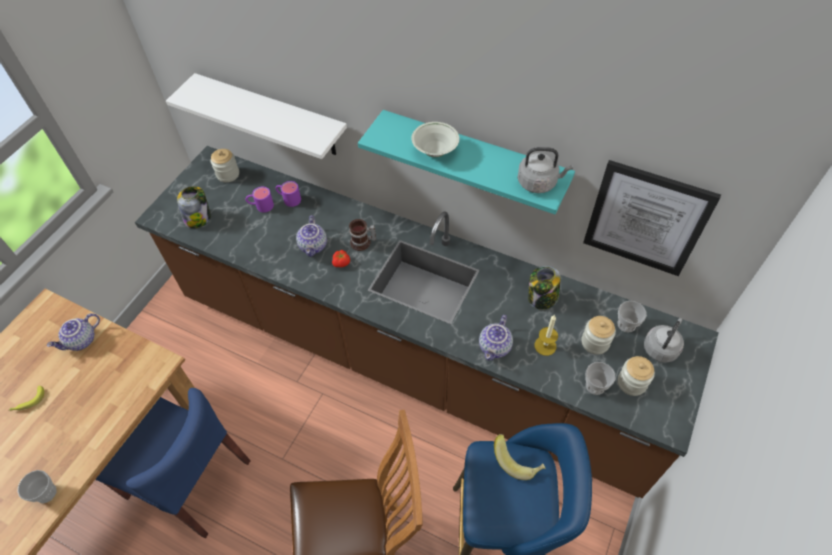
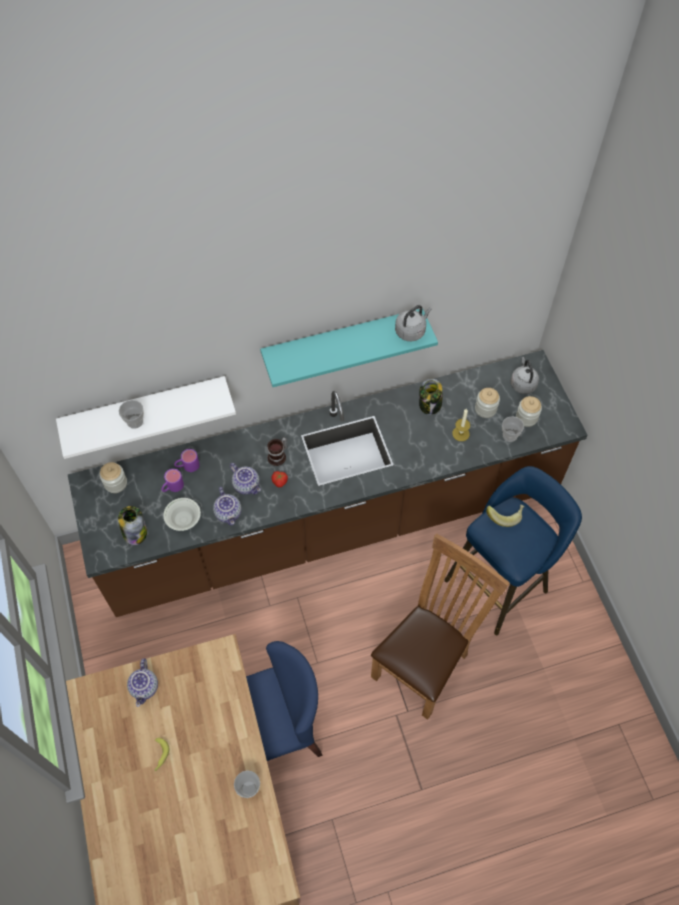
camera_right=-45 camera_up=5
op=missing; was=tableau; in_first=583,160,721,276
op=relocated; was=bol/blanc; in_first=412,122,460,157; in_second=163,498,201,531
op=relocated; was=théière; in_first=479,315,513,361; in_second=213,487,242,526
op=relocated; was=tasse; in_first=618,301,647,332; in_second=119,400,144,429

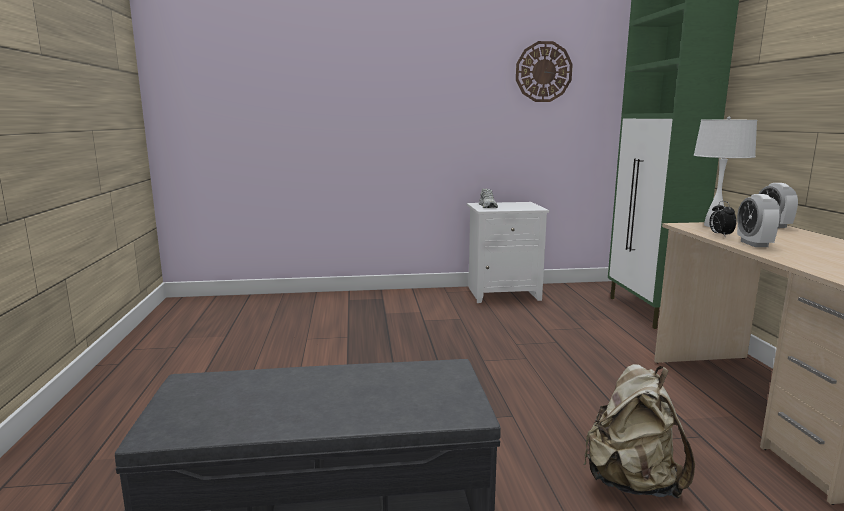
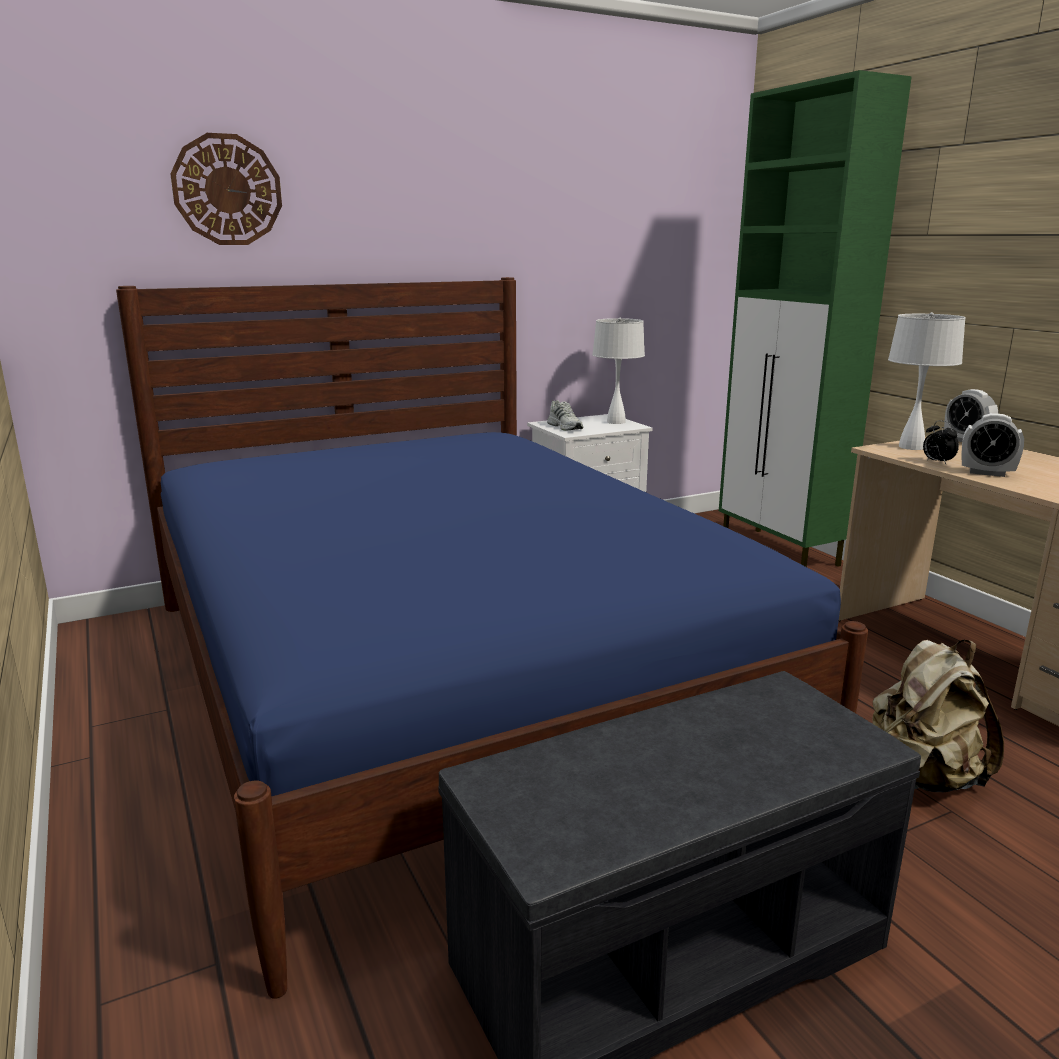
camera_right=-20 camera_up=5
op=appeared; now=lit/bleu; in_second=116,277,868,999
op=appeared; now=lampe de table/blanc; in_second=592,318,645,424
op=relocated; was=horloge murale; in_first=516,41,573,102; in_second=170,133,282,245
op=spun; was=réveil; in_first=737,194,781,247; in_second=961,413,1024,477; clockwise=-45

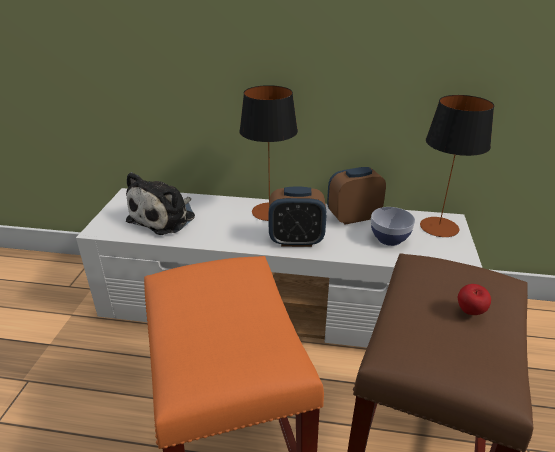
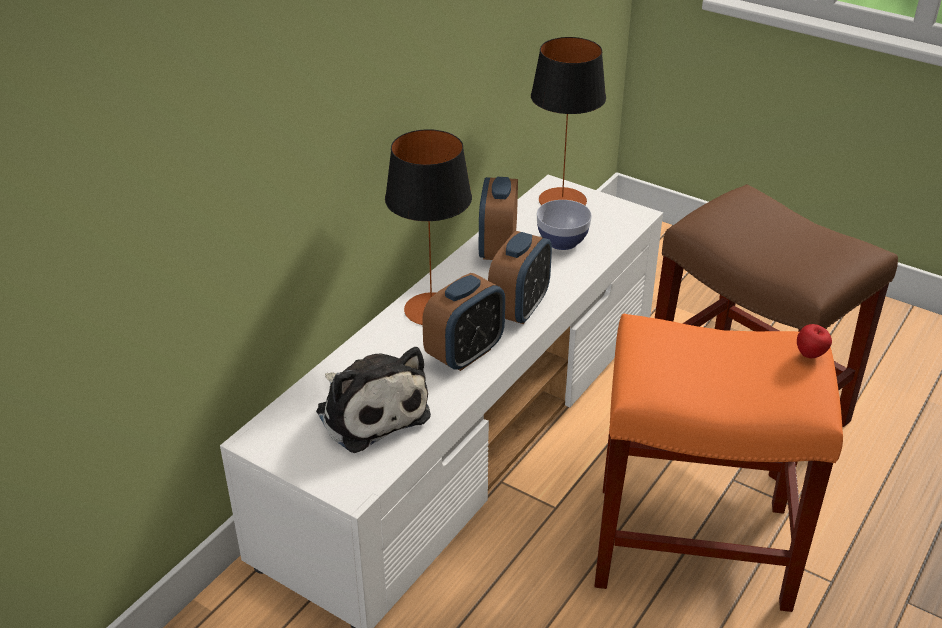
camera_right=-65 camera_up=5
op=appeared; now=réveil; in_second=422,273,505,371
op=relocated; was=pomme; in_first=458,284,491,315; in_second=797,324,832,358

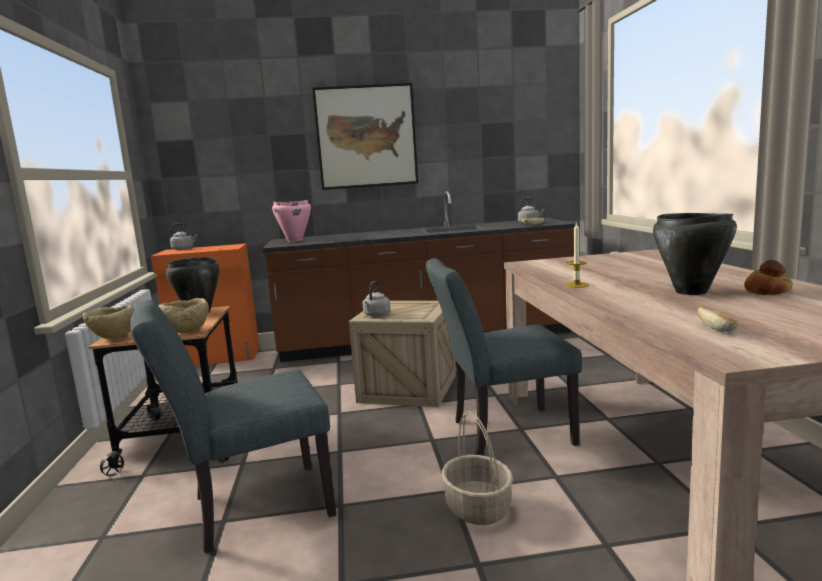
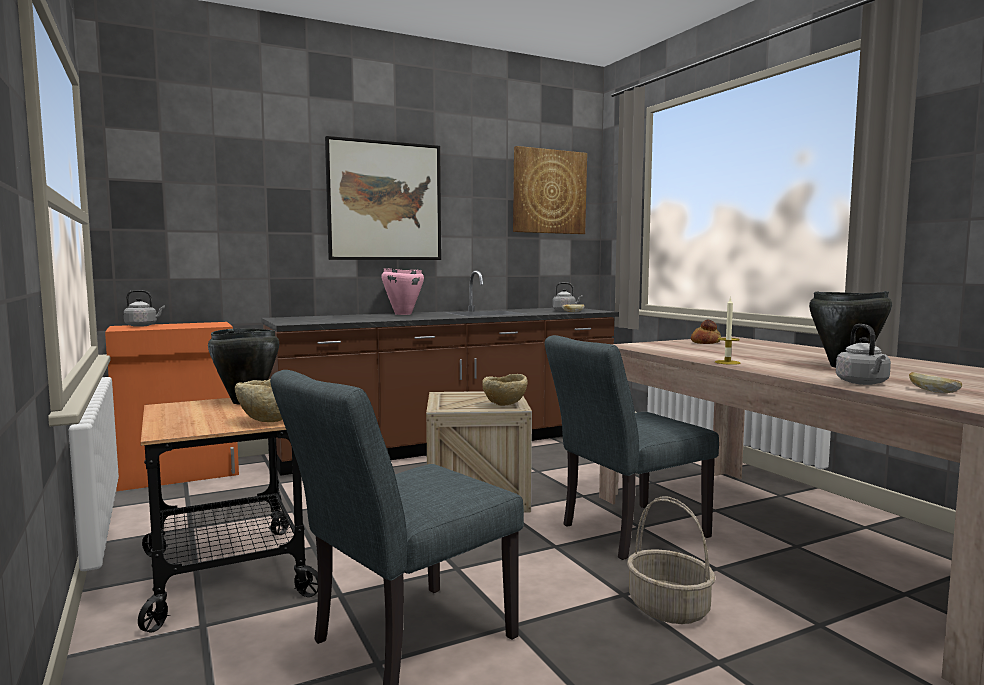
camera_right=-20 camera_up=-5
op=appeared; now=tableau; in_second=513,146,587,234
op=relocated; was=bol/beige; in_first=83,305,135,339; in_second=482,374,528,406
op=relocated; was=marmite/rose; in_first=272,200,311,242; in_second=382,268,424,315
op=relocated; was=bouilloire/gris; in_first=363,281,390,317; in_second=836,324,891,385
op=relocated; was=pain; in_first=744,260,793,295; in_second=691,319,721,344

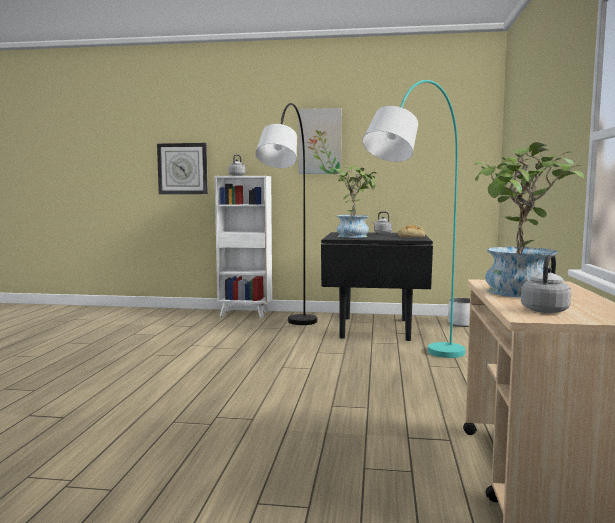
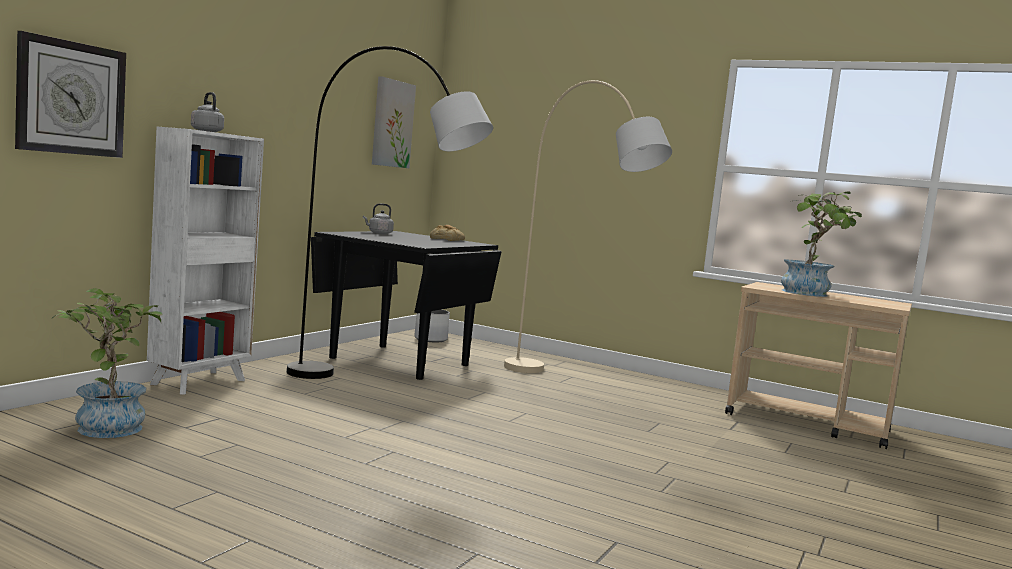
camera_right=-70 camera_up=0
op=missing; was=bouilloire/gris; in_first=521,254,571,313
op=relocated; was=tableau; in_first=298,108,342,174; in_second=372,76,416,168
op=relocated; was=plante en pot; in_first=333,166,377,238; in_second=51,288,162,438
op=colour; was=lampadaire/turquoise; now=lampadaire/beige; in_first=362,80,465,358; in_second=504,80,672,373

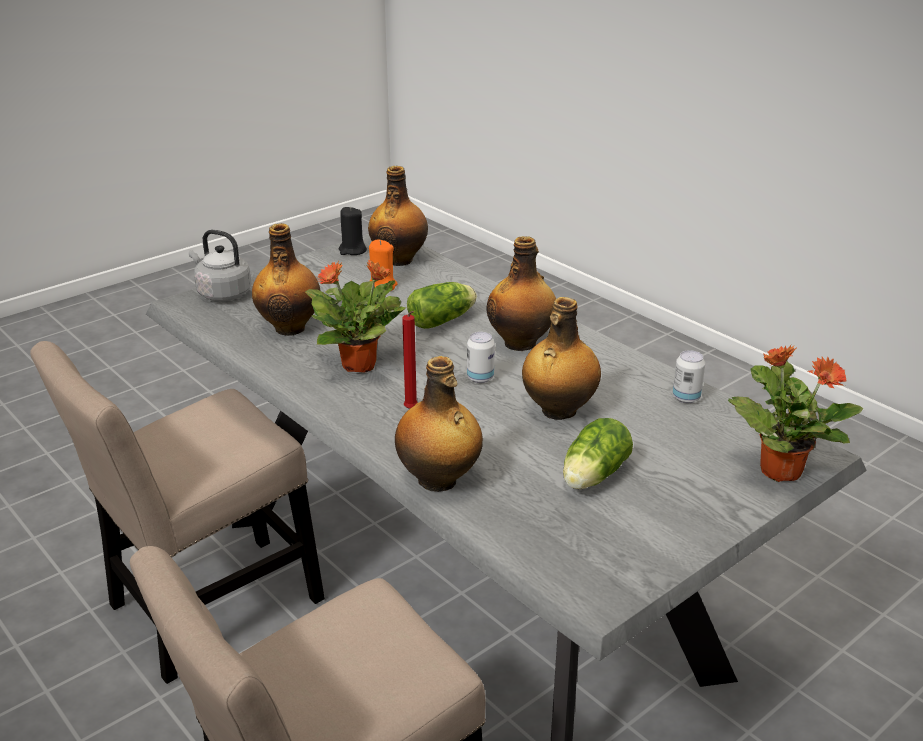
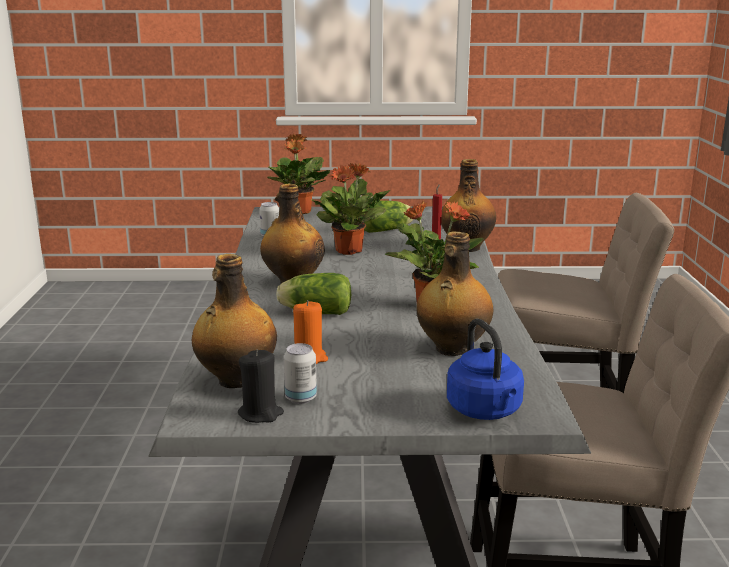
camera_right=-140 camera_up=-10
op=relocated; was=boîte métallique; in_first=467,332,495,383; in_second=284,343,317,404
op=exchanged; was=bouteille; now=plante en pot; in_first=522,297,601,420; in_second=311,163,390,255
op=colour; was=bouilloire/gris; now=bouilloire/bleu; in_first=189,229,252,301; in_second=447,319,524,420

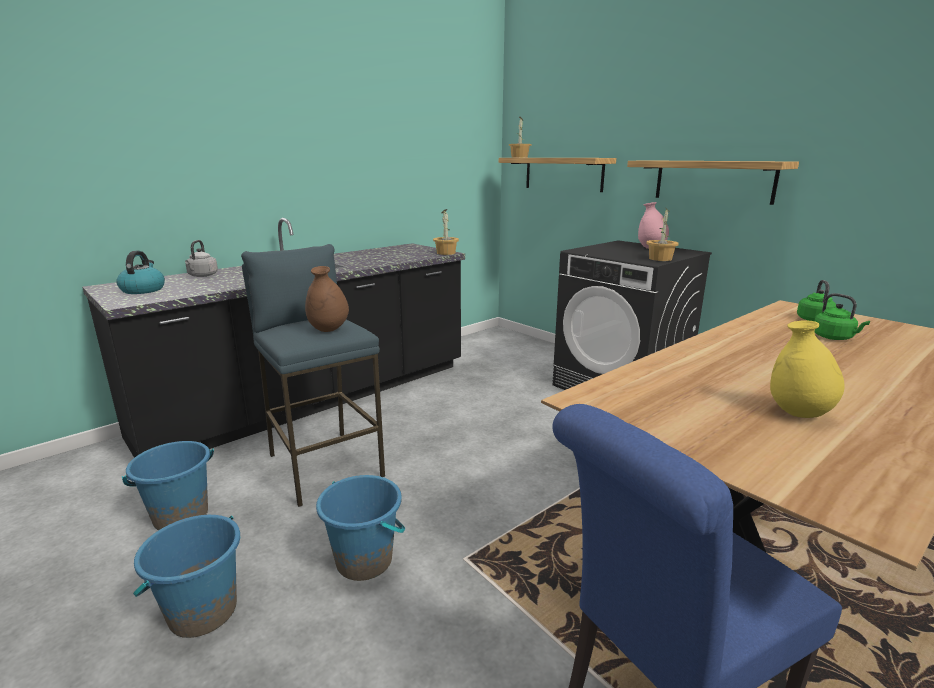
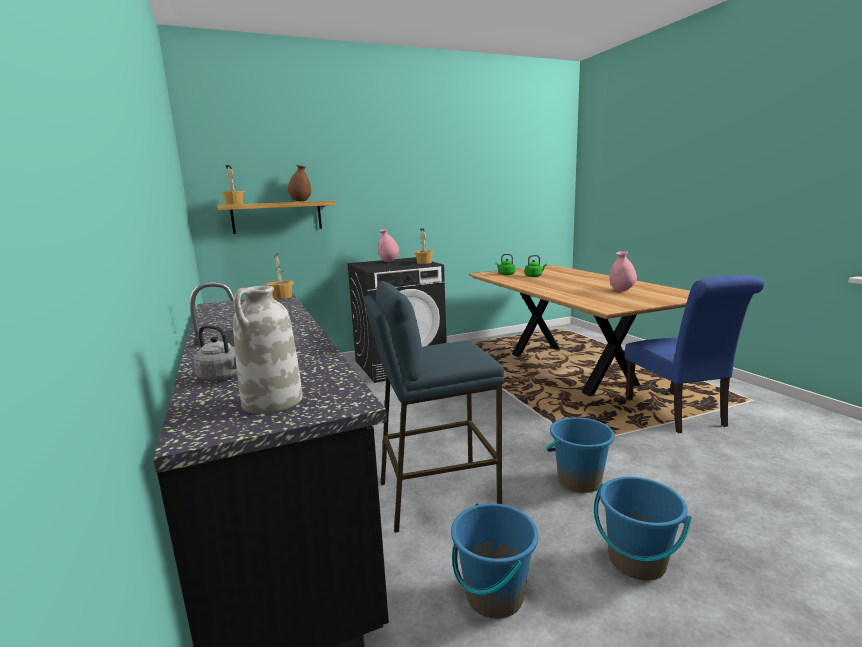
camera_right=-70 camera_up=-5
op=missing; was=étagère; in_first=627,160,799,205
op=relocated; was=vase/marron; in_first=305,266,349,332; in_second=288,165,311,202
op=exchanged; was=bouilloire; now=vase/blanc; in_first=116,251,165,294; in_second=233,286,303,414
op=colour; was=vase/jaune; now=vase/rose; in_first=770,320,844,418; in_second=609,251,637,291

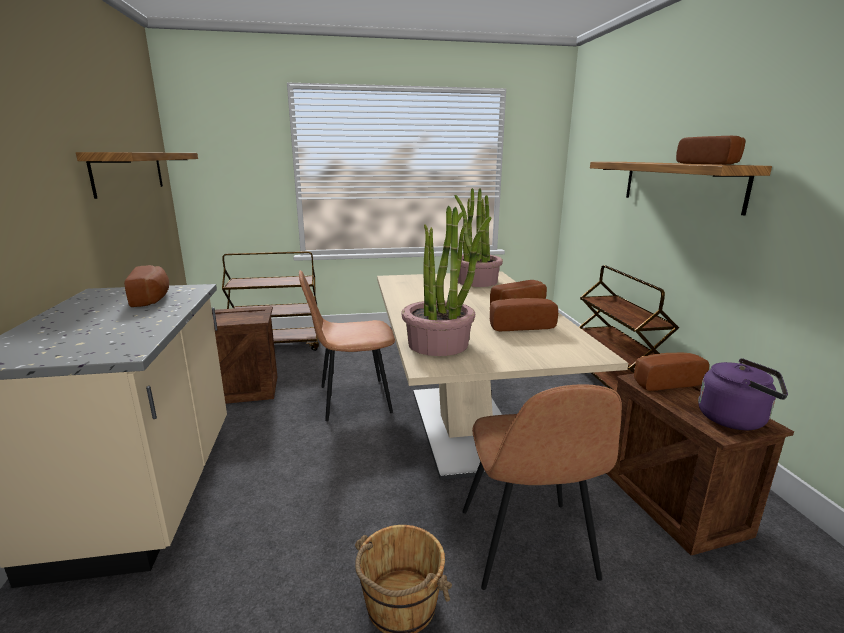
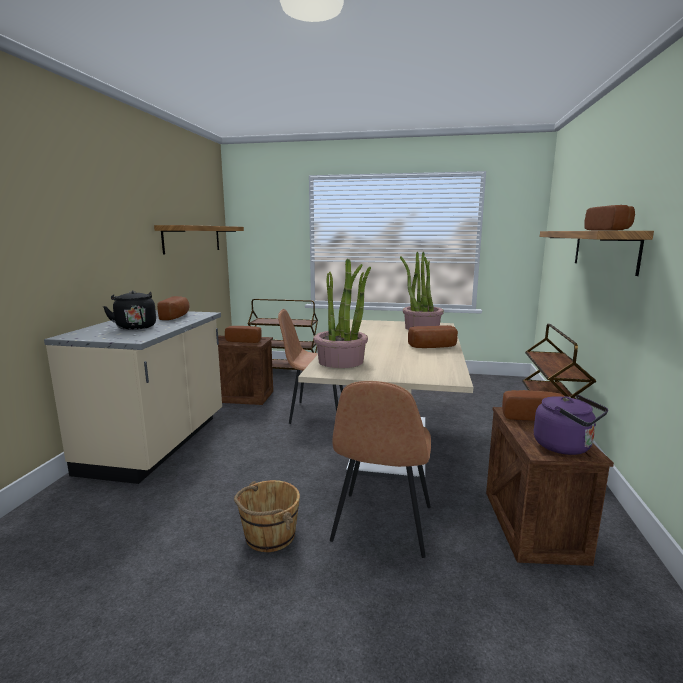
camera_right=20 camera_up=-5
op=appeared; now=bouilloire/noir; in_second=103,291,156,330
op=relocated; was=pain; in_first=490,298,558,331; in_second=225,326,262,343

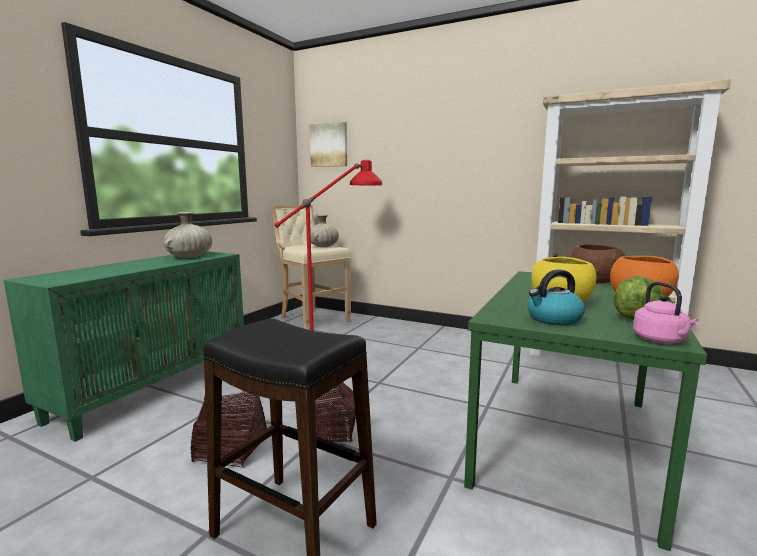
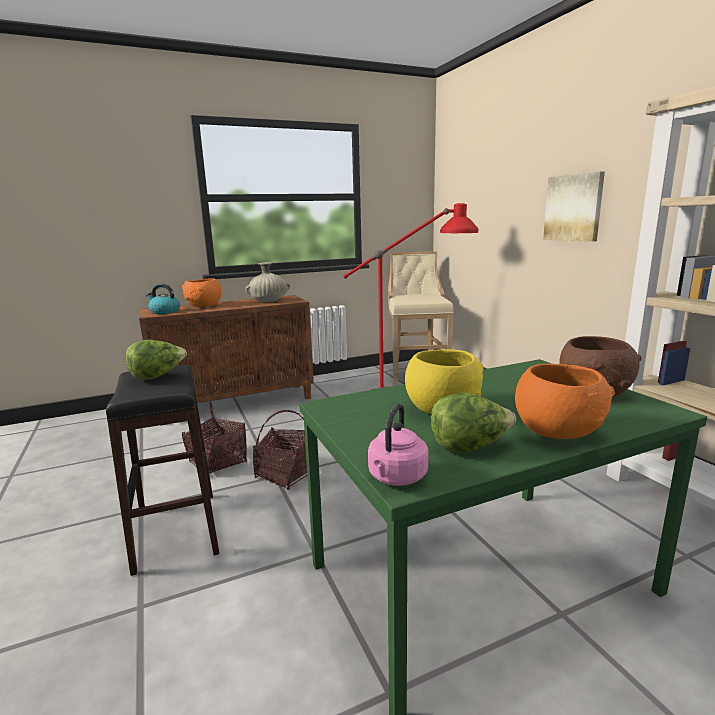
camera_right=40 camera_up=5
op=missing; was=vase/beige; in_first=310,215,339,247
op=appeared; now=laitue; in_second=125,340,187,380
op=appeared; now=bol/orange; in_second=182,278,222,307
op=relocated; was=tableau; in_first=310,122,347,167; in_second=543,171,605,242
op=relocated; was=bouilloire; in_first=528,269,585,325; in_second=146,284,180,314
op=colour; was=meuble de rangement/vert; now=meuble de rangement/marron; in_first=4,251,244,442; in_second=139,295,314,426

